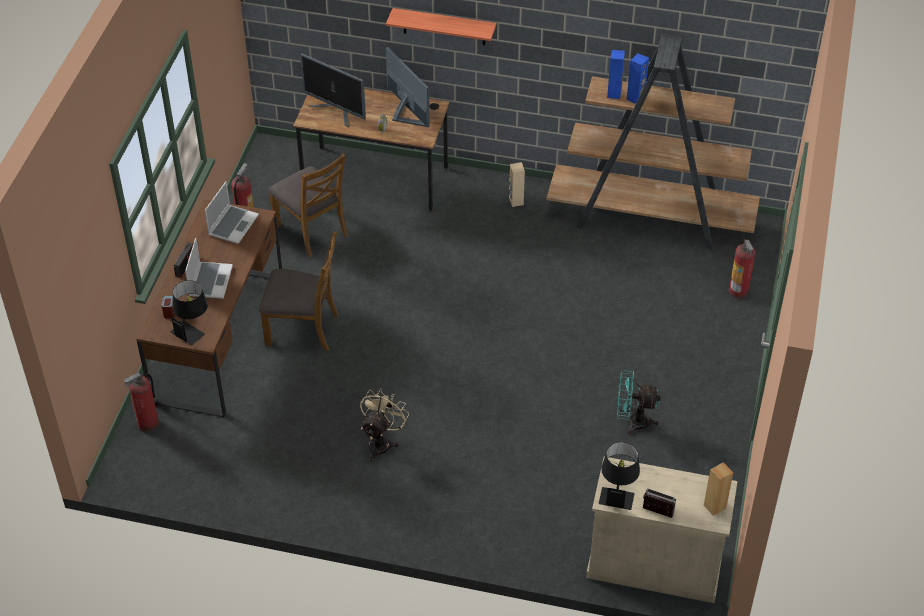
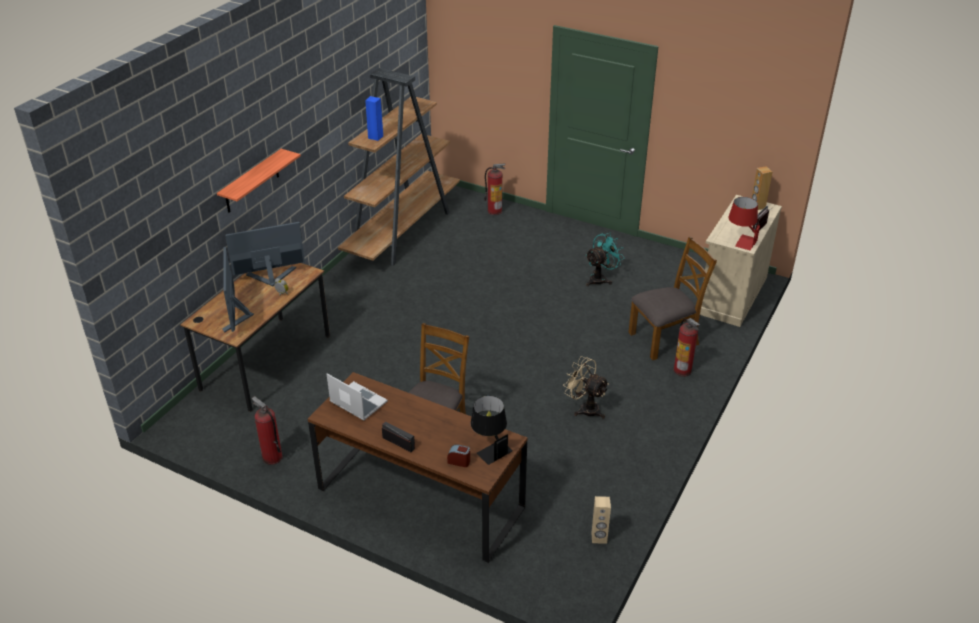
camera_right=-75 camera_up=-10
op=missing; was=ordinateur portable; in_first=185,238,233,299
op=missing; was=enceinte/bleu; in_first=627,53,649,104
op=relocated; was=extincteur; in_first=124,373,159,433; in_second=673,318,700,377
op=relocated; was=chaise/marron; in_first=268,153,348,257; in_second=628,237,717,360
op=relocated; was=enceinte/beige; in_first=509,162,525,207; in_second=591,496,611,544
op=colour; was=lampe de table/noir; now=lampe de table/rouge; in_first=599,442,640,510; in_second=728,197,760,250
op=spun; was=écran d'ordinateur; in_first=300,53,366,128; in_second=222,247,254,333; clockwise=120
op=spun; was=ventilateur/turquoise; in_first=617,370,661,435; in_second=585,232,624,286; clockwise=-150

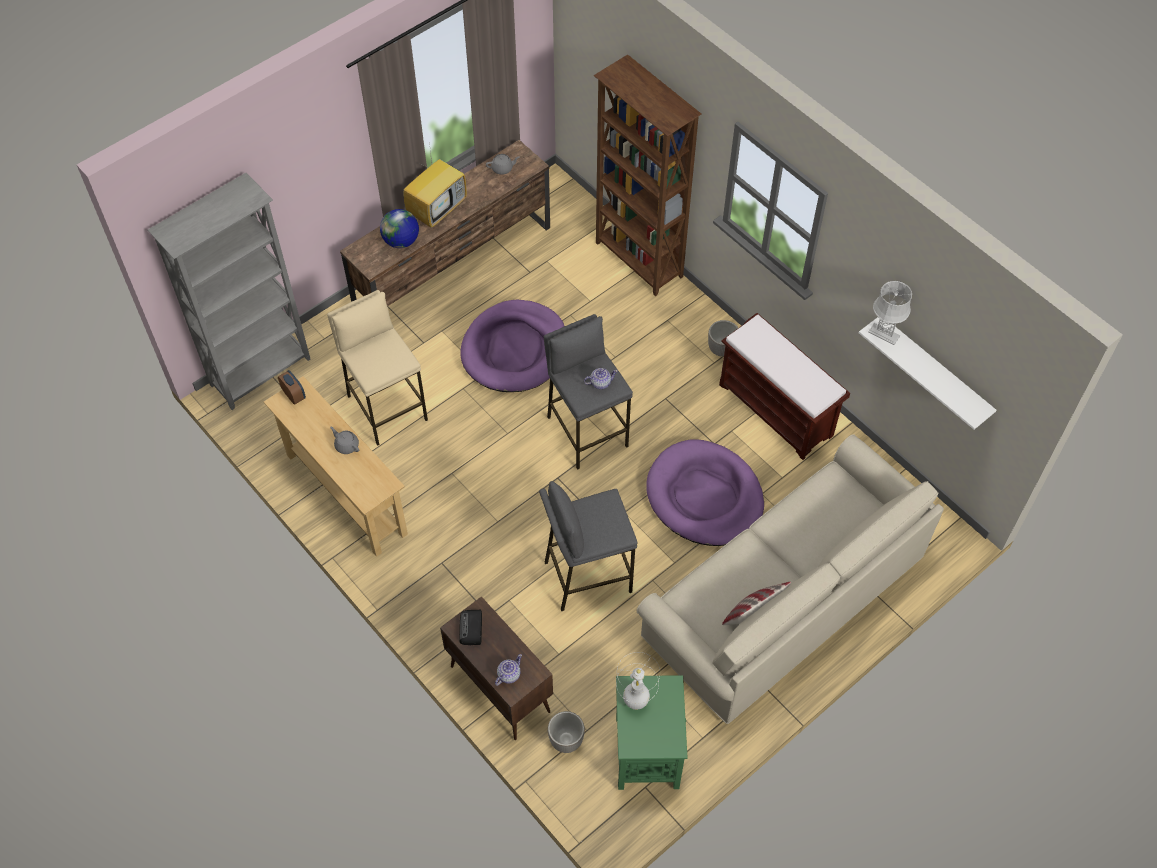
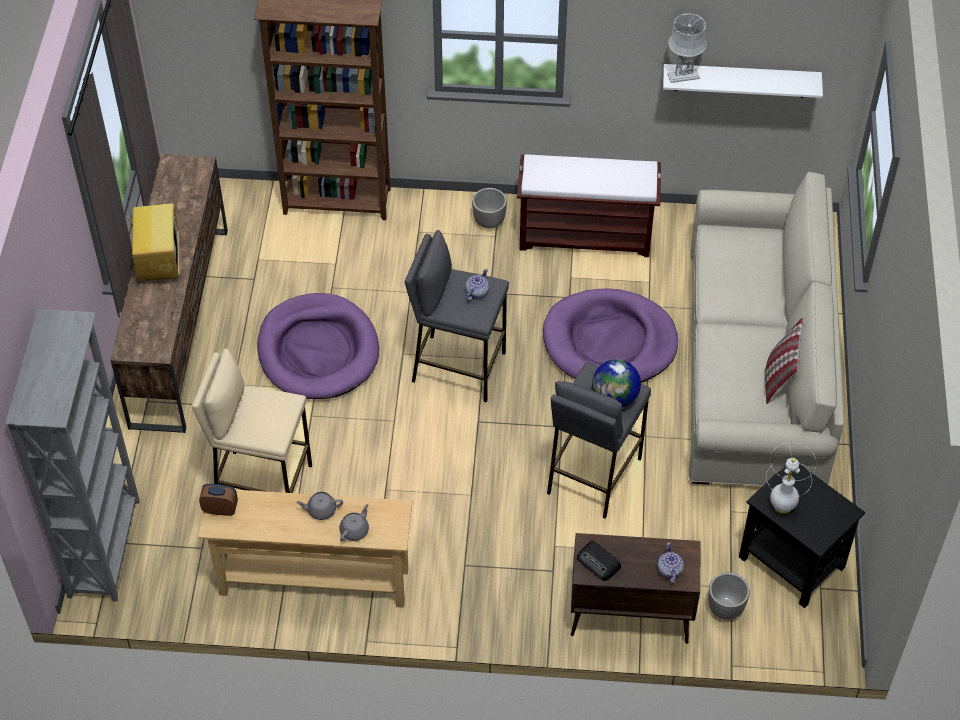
camera_right=-45 camera_up=-5
op=relocated; was=globe; in_first=380,209,419,248; in_second=592,359,641,407
op=relocated; was=théière/gris; in_first=486,154,519,175; in_second=339,504,369,541
op=colour; was=table d'appoint/vert; now=table d'appoint/noir; in_first=616,675,688,790; in_second=739,464,865,608

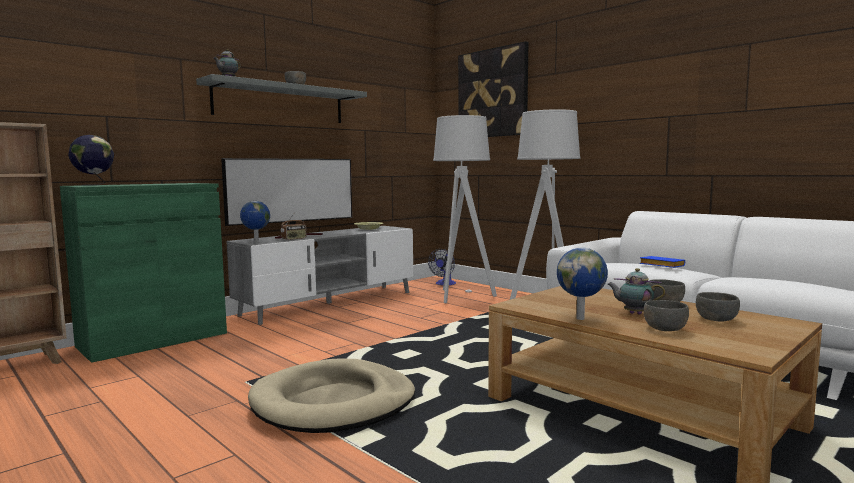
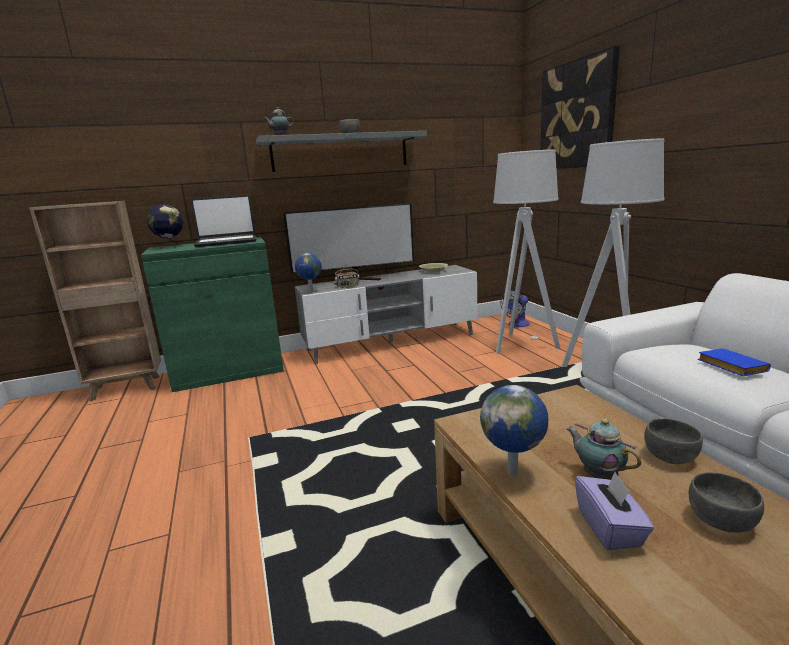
camera_right=25 camera_up=10
op=missing; was=panier pour chien/beige; in_first=248,359,415,433
op=appeared; now=ordinateur portable; in_second=191,195,256,247
op=exchanged; was=bol/gris; now=boîte à mouchoirs/violet; in_first=644,300,689,331; in_second=575,472,654,551

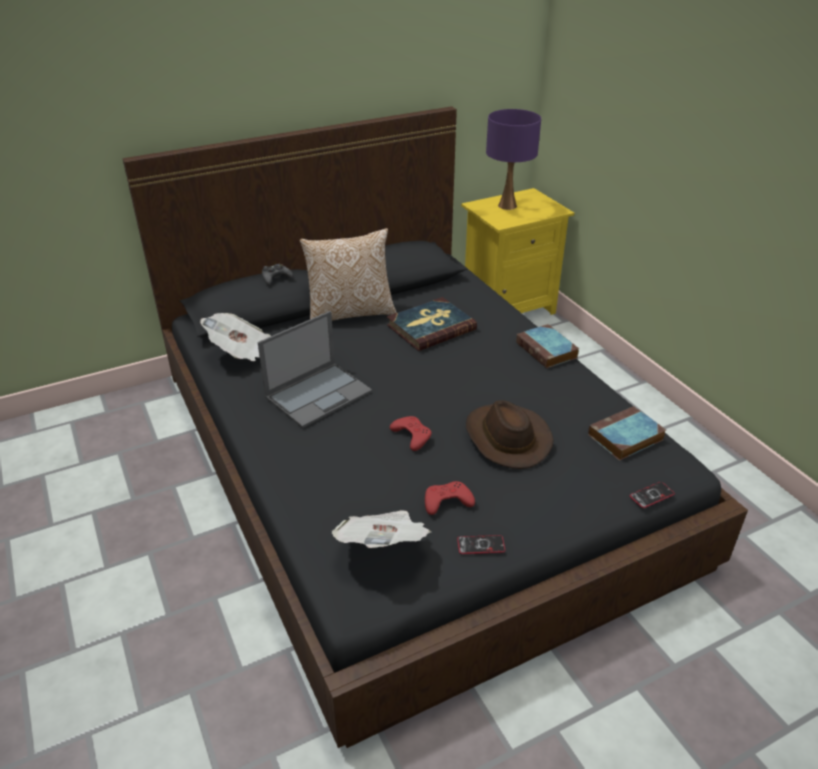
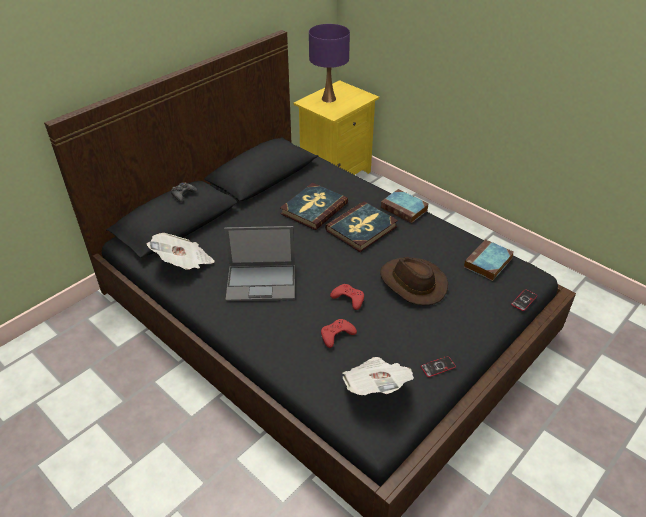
camera_right=-20 camera_up=5
op=missing; was=coussin; in_first=300,228,397,321
op=appeared; now=livre; in_second=325,201,398,252
op=relocated; was=manette/rouge; in_first=425,481,475,515; in_second=321,319,357,348
op=spun; was=ordinateur portable; in_first=258,311,372,428; in_second=224,226,295,301; clockwise=60

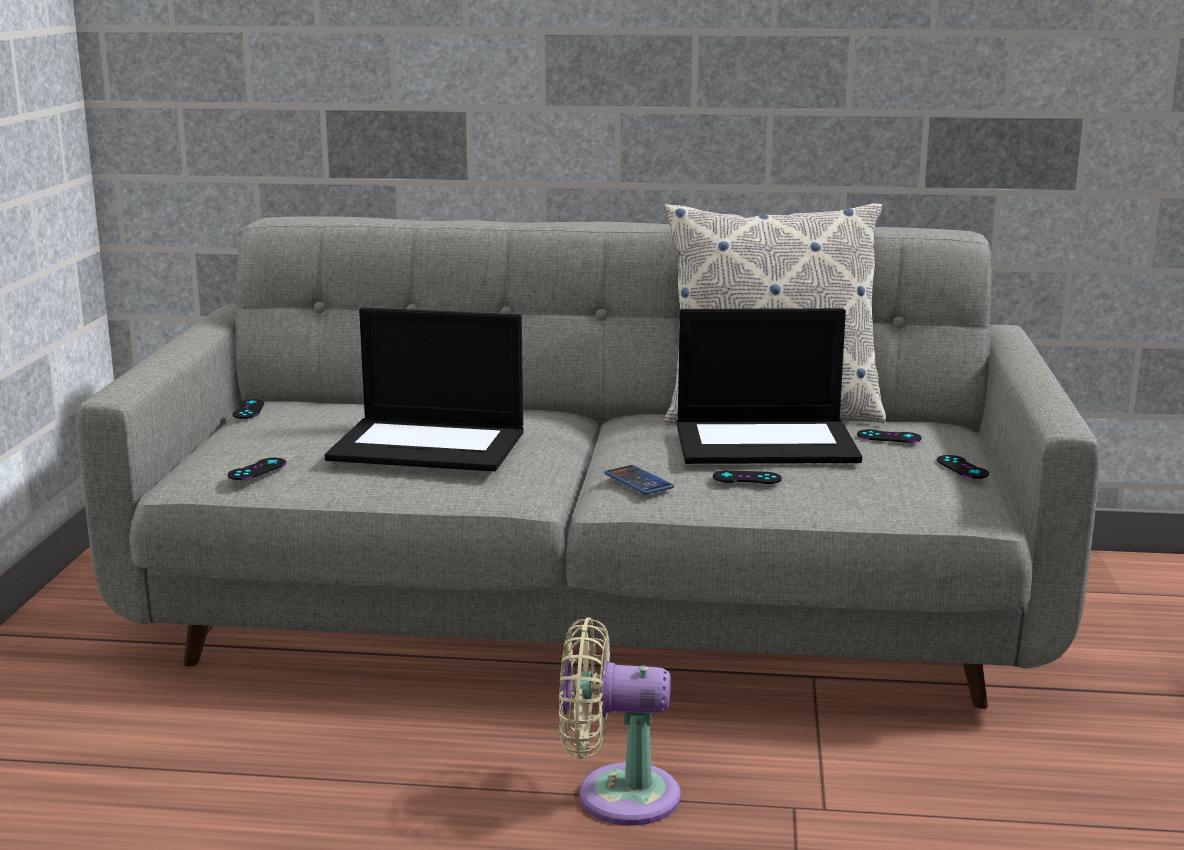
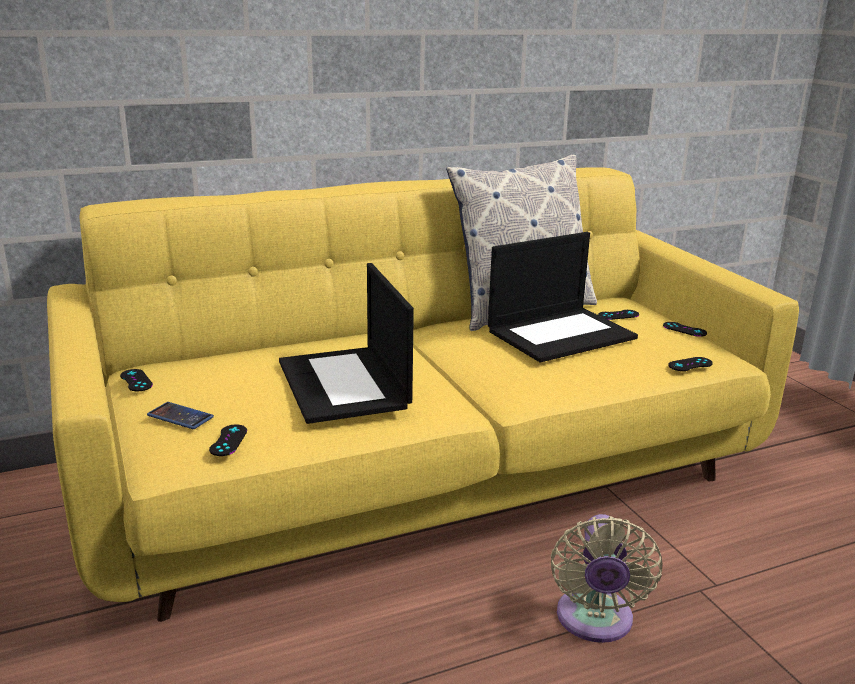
camera_right=-30 camera_up=5
op=relocated; was=téléphone; in_first=604,465,674,495; in_second=147,402,214,429
op=relocated; was=manette/noir; in_first=713,470,782,484; in_second=668,357,713,371
op=colour; was=canapé/gris; now=canapé/jaune; in_first=77,216,1100,709; in_second=47,167,799,622
op=spun; was=ordinateur portable; in_first=325,307,523,471; in_second=279,263,414,424; clockwise=90
op=spun; was=ventilateur/beige; in_first=559,617,681,825; in_second=551,514,662,643; clockwise=-60

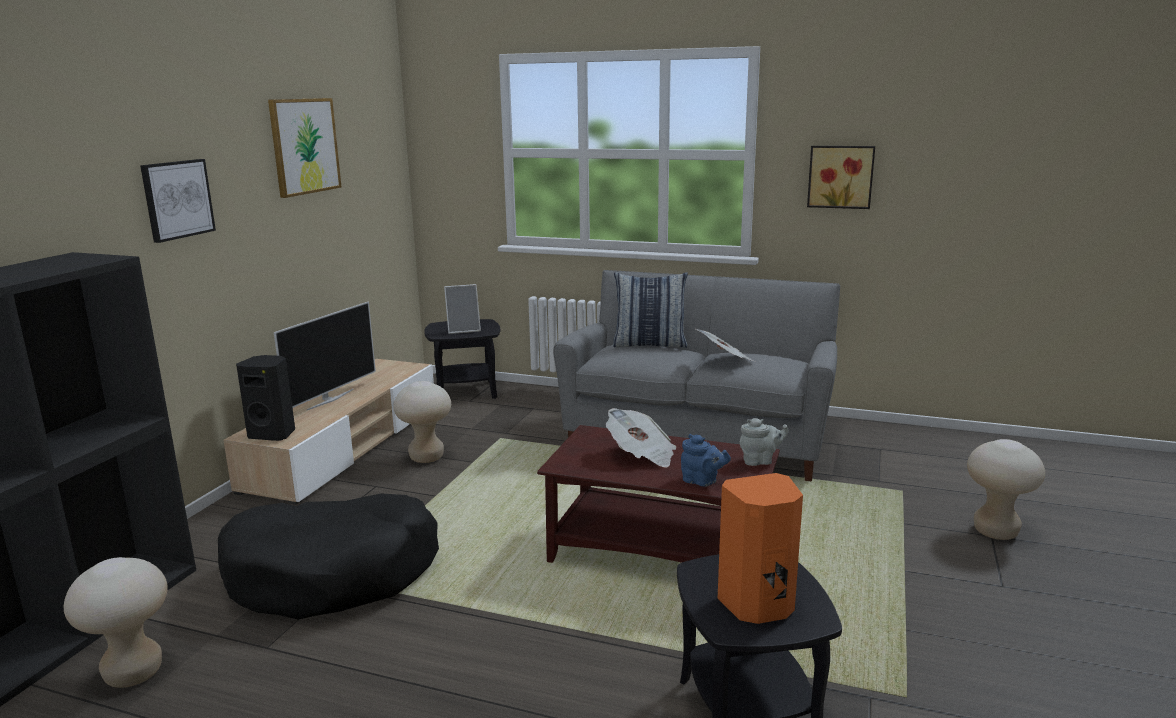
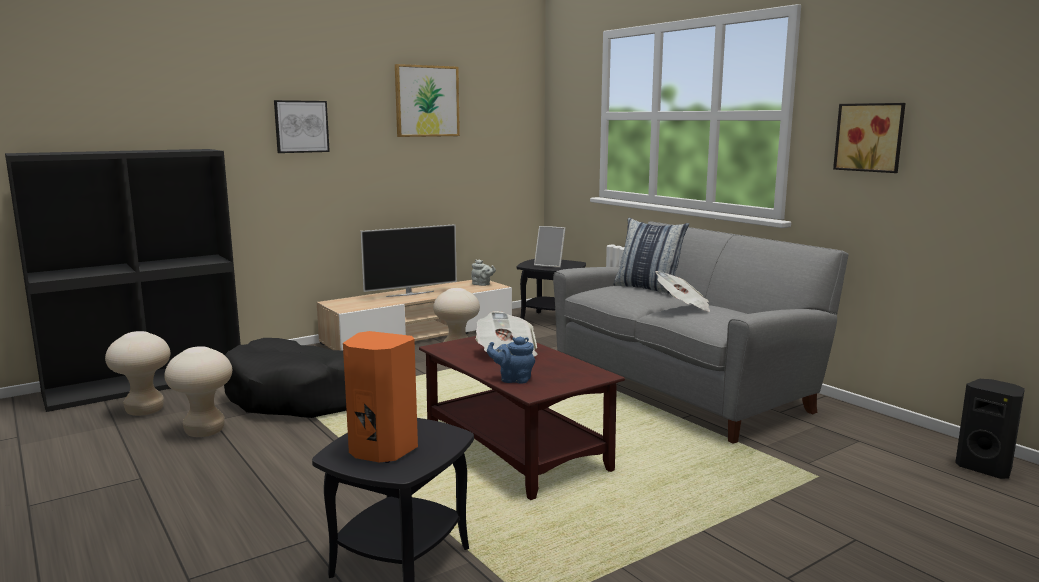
camera_right=35 camera_up=-5
op=relocated; was=enceinte/noir; in_first=236,355,295,441; in_second=955,379,1025,479
op=relocated; was=théière/gris; in_first=740,418,789,466; in_second=471,259,496,286
op=relocated; was=tabouret/beige; in_first=967,439,1045,540; in_second=164,346,232,437
op=spun; was=théière/bleu; in_first=681,434,731,487; in_second=487,337,535,384; clockwise=120

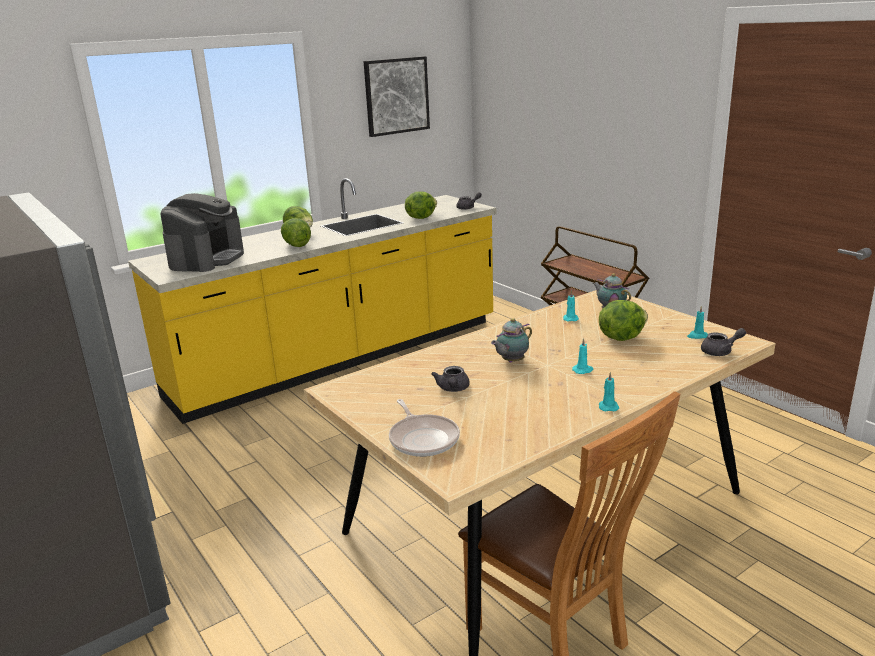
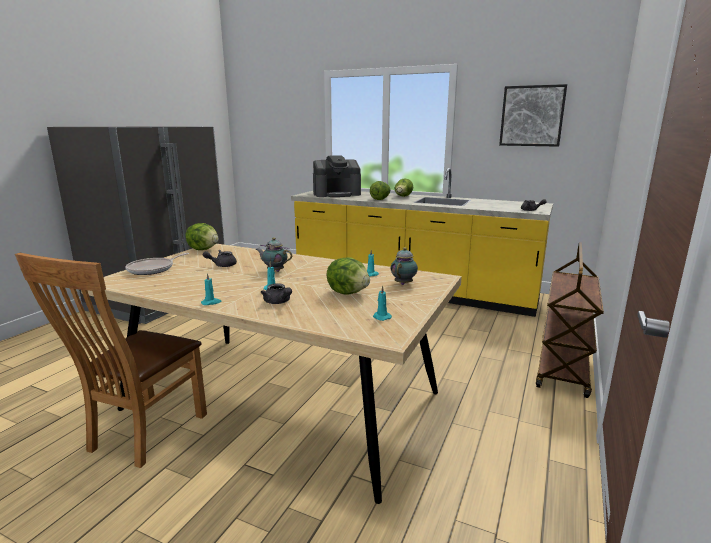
camera_right=60 camera_up=-5
op=relocated; was=laitue; in_first=405,192,437,219; in_second=185,223,219,250
op=relocated; was=théière/gris; in_first=701,328,746,356; in_second=261,283,292,304

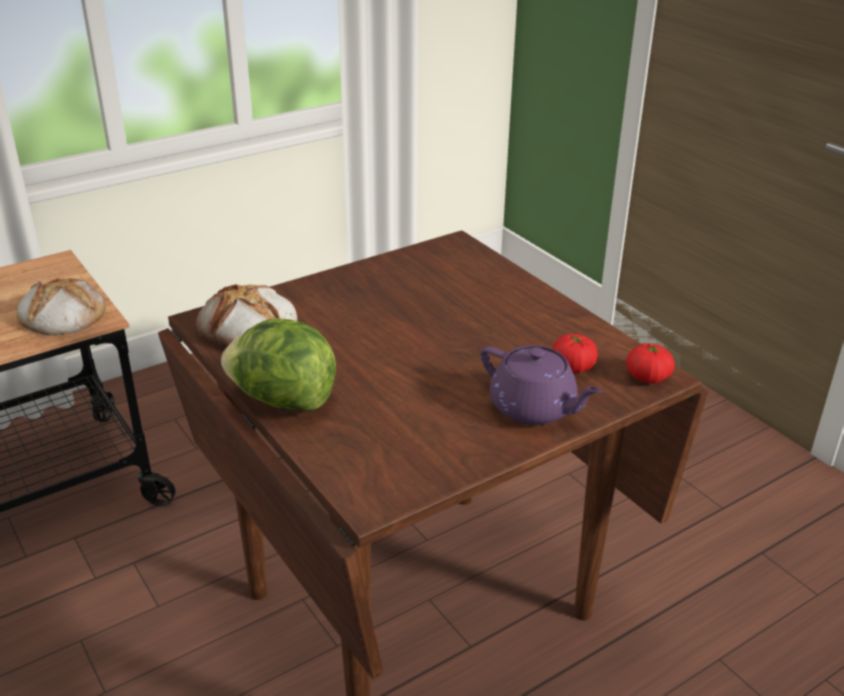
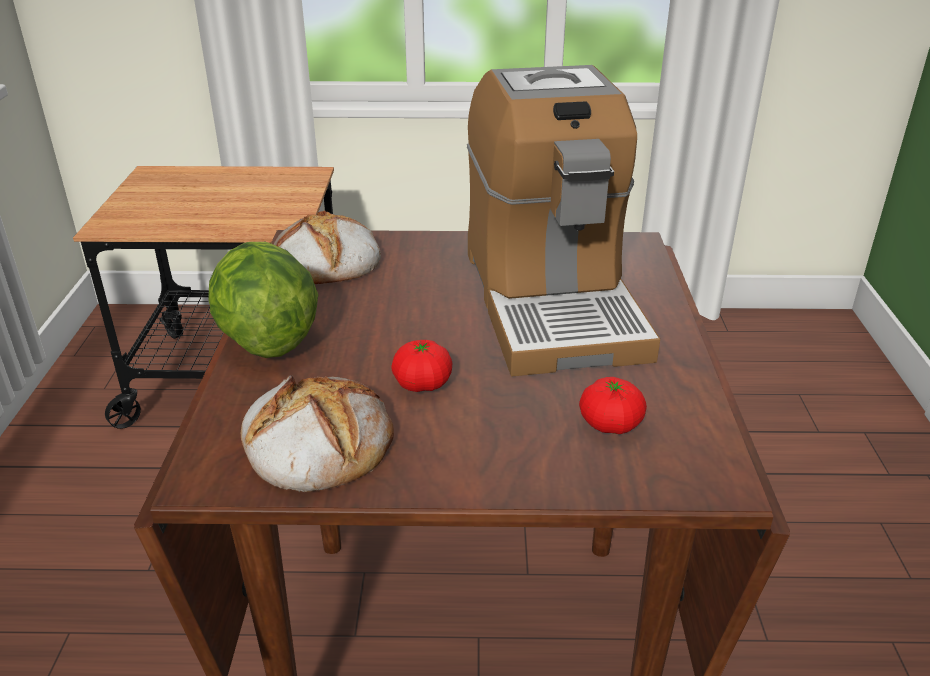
camera_right=35 camera_up=0
op=missing; was=théière/violet; in_first=481,346,602,425
op=appeared; now=machine à café; in_second=467,65,660,376
op=relocated; was=pain; in_first=17,278,105,335; in_second=241,375,394,492
op=relocated; was=tomate; in_first=626,343,675,384; in_second=391,340,452,392

